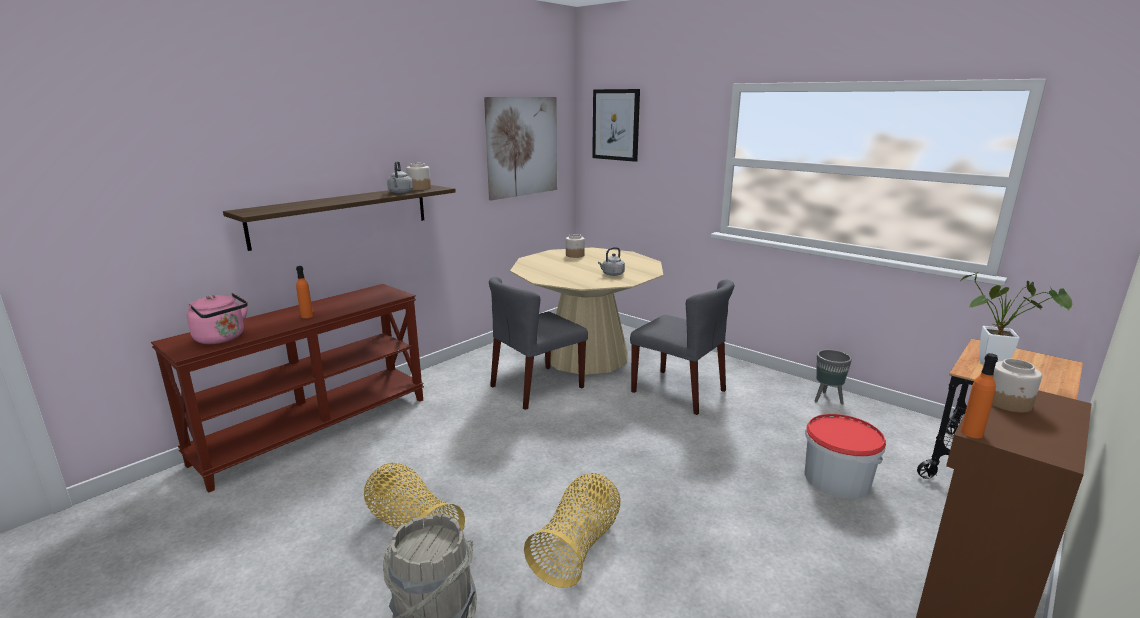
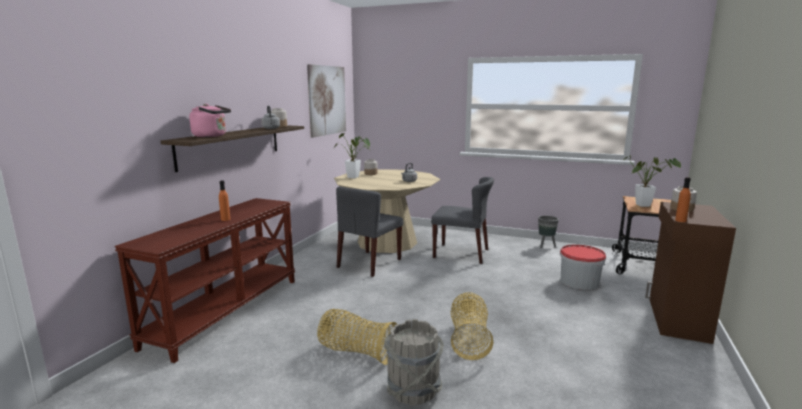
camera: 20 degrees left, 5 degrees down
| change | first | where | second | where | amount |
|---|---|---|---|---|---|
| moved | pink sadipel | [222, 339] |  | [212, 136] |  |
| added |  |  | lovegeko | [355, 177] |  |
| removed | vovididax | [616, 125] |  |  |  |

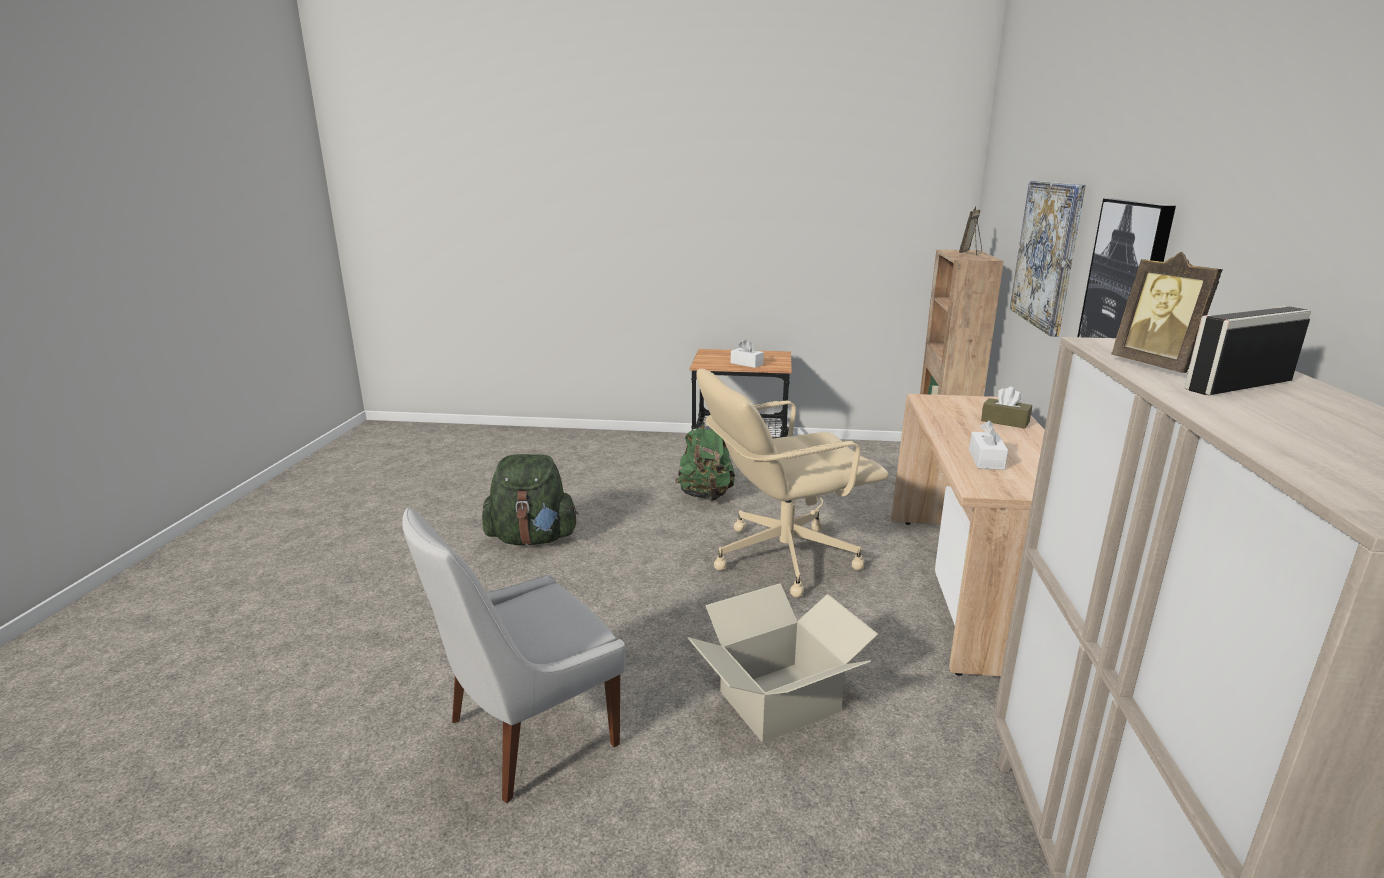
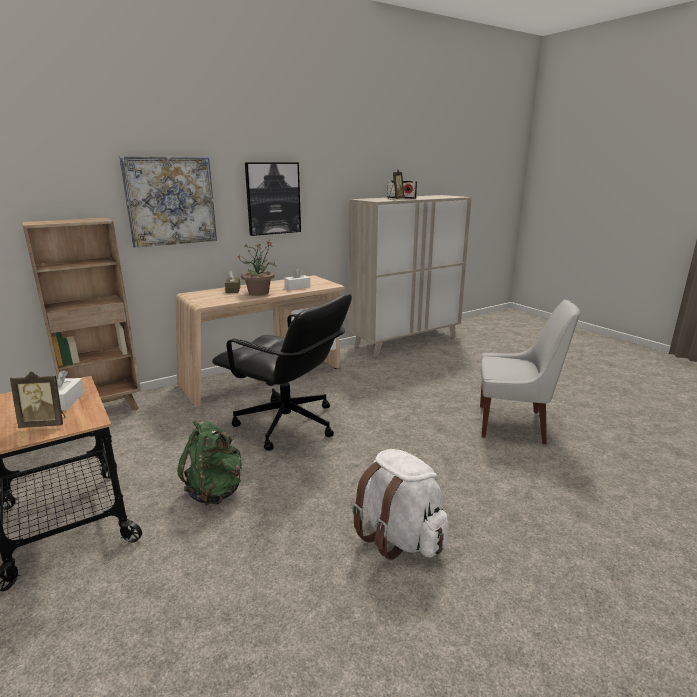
camera: 130 degrees left, 0 degrees up
| change | first | where | second | where | amount |
|---|---|---|---|---|---|
| moved | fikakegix | [970, 254] |  | [45, 424] |  |
| recoloured | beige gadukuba | [782, 557] | black gadukuba | [287, 425] |  |
| added |  |  | lovegeko | [259, 293] |  |
| recoloured | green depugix | [532, 539] | white depugix | [400, 537] |  |
| removed | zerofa | [780, 702] |  |  |  |

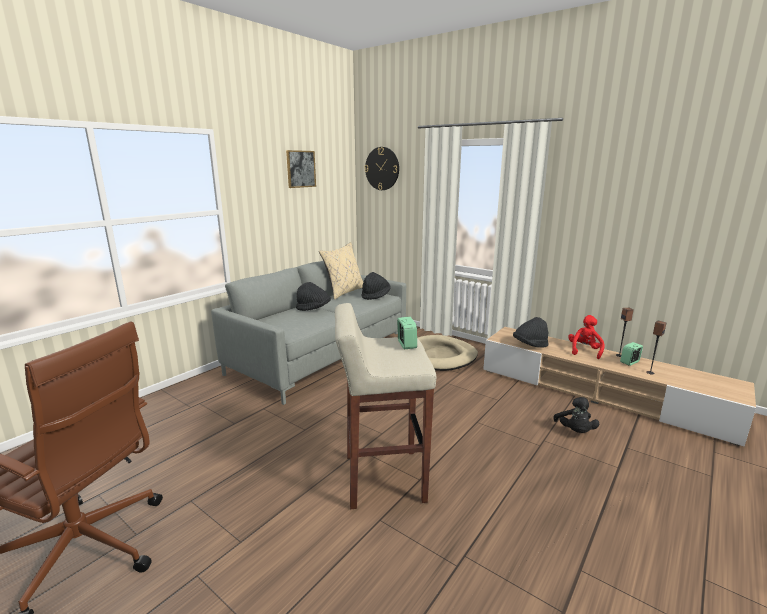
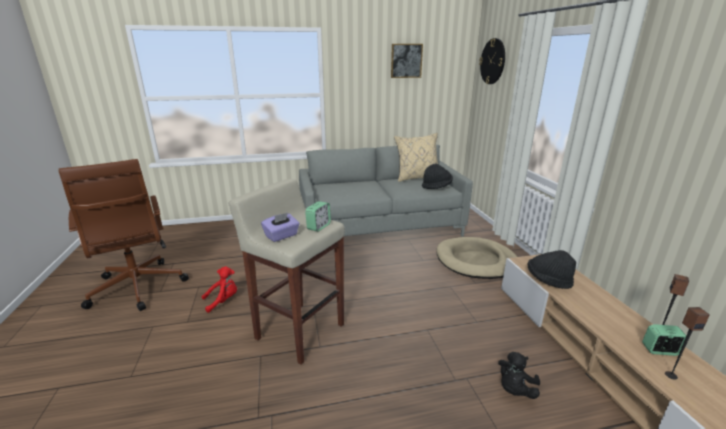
camera: 40 degrees right, 5 degrees up
| change | first | where | second | where | amount |
|---|---|---|---|---|---|
| moved | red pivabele | [584, 351] |  | [223, 300] |  |
| added |  |  | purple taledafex | [281, 236] |  |
| removed | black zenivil | [314, 309] |  |  |  |

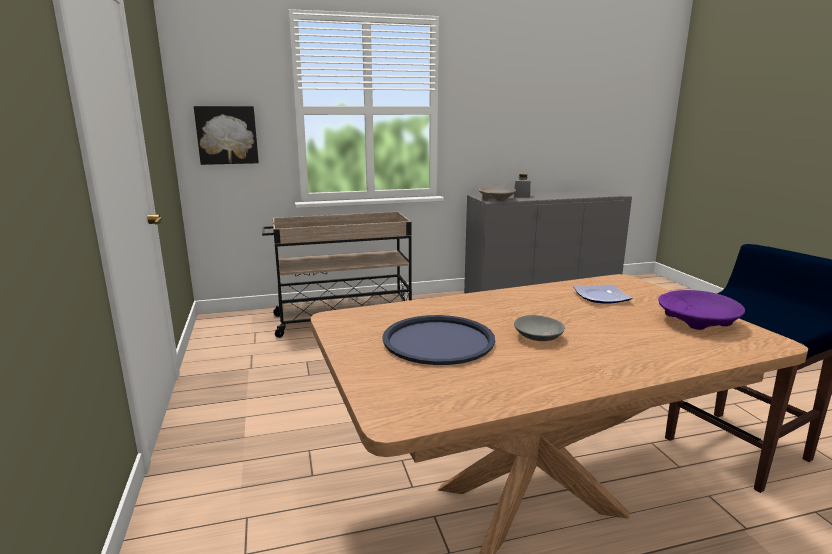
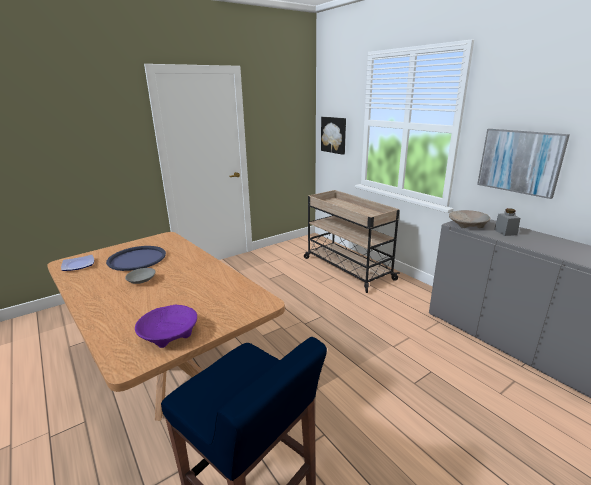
camera: 70 degrees right, 5 degrees up
| change | first | where | second | where | amount |
|---|---|---|---|---|---|
| moved | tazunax | [600, 297] |  | [79, 265] |  |
| added |  |  | vovididax | [519, 161] |  |

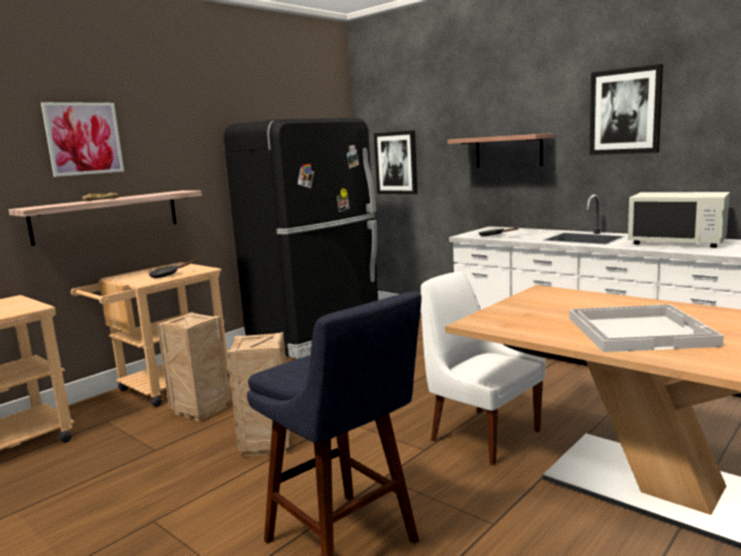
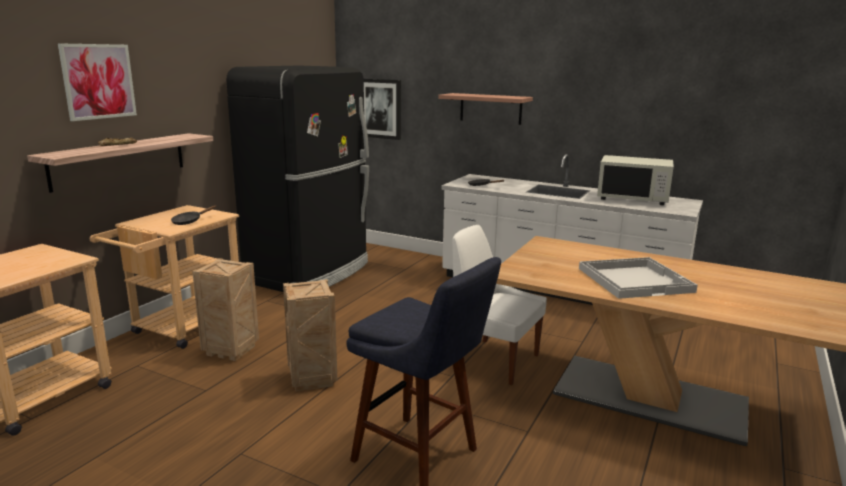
camera: 15 degrees left, 5 degrees up
| change | first | where | second | where | amount |
|---|---|---|---|---|---|
| removed | vovididax | [625, 111] |  |  |  |

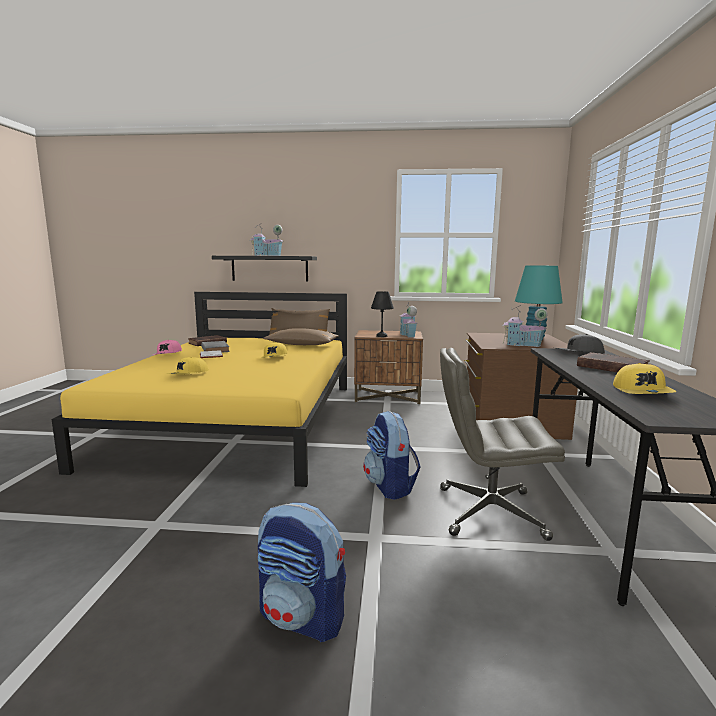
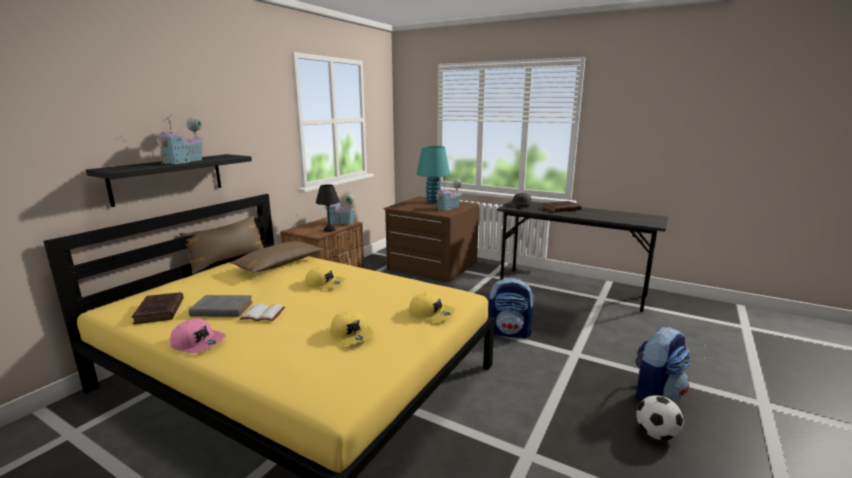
camera: 65 degrees left, 5 degrees up
| change | first | where | second | where | amount |
|---|---|---|---|---|---|
| moved | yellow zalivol | [642, 391] |  | [431, 313] |  |
| added |  |  | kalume | [656, 434] |  |
| removed | grey gadukuba | [488, 512] |  |  |  |

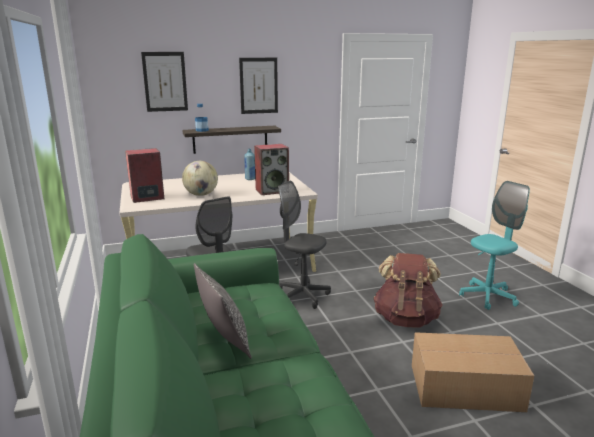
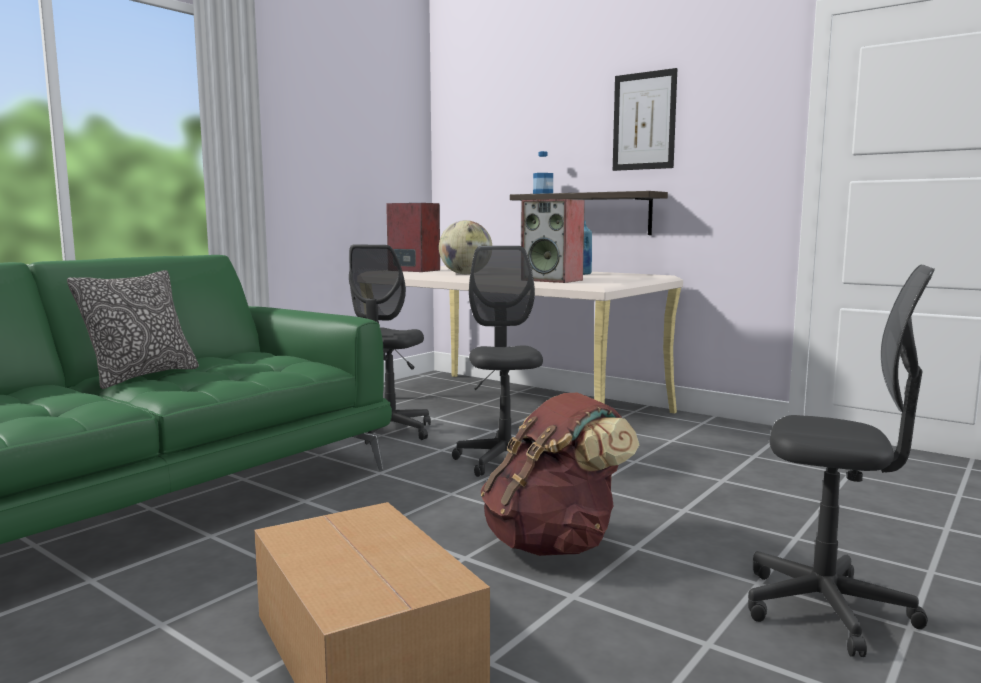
camera: 55 degrees right, 10 degrees down
| change | first | where | second | where | amount |
|---|---|---|---|---|---|
| recoloured | turquoise gadukuba | [487, 297] | grey gadukuba | [826, 609] |  |
| removed | vovididax | [165, 81] |  |  |  |

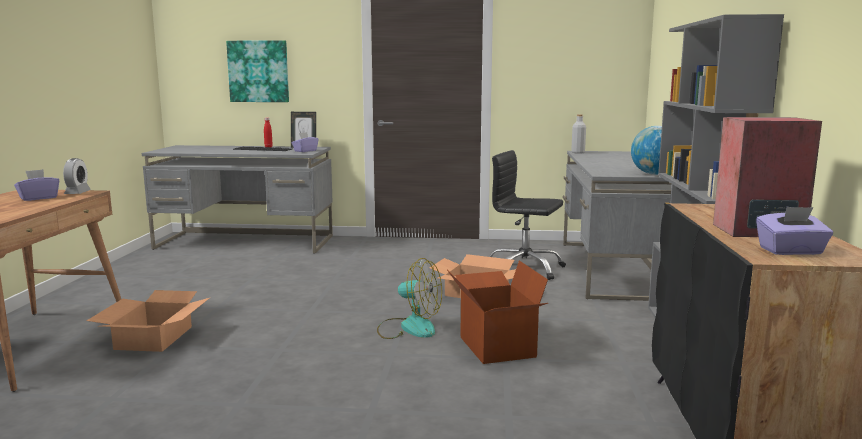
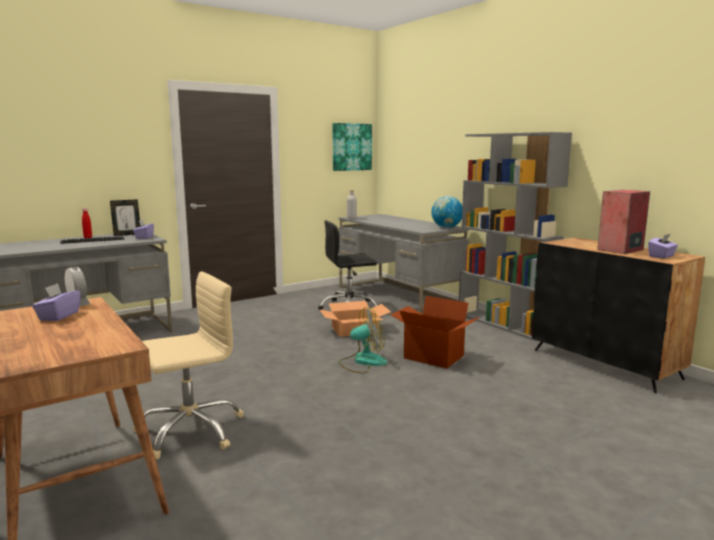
camera: 40 degrees left, 0 degrees up
| change | first | where | second | where | amount |
|---|---|---|---|---|---|
| replaced | zerofa | [153, 338] | beige gadukuba | [190, 430] |  |
| moved | vovididax | [258, 71] |  | [351, 147] |  |

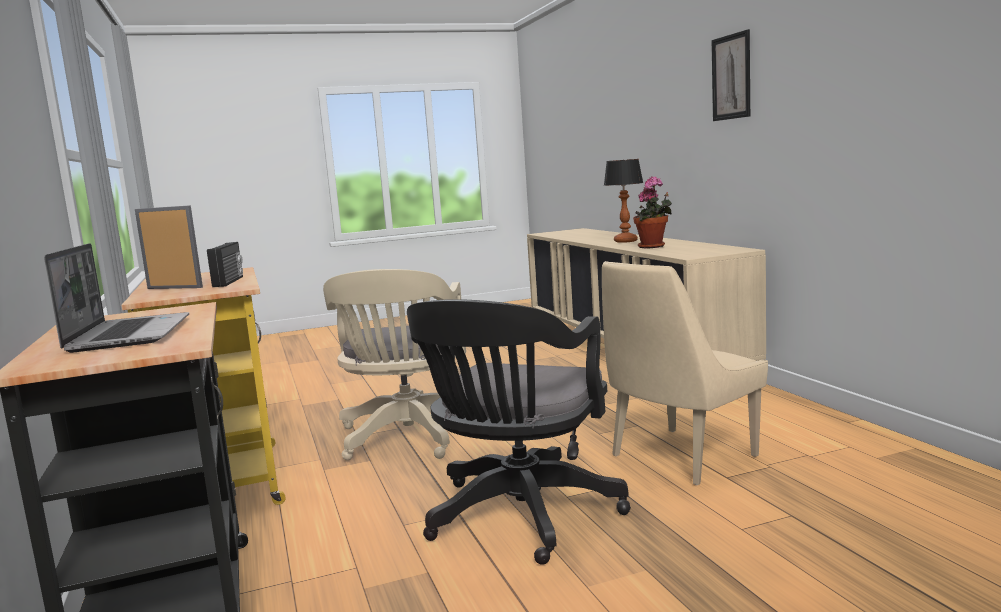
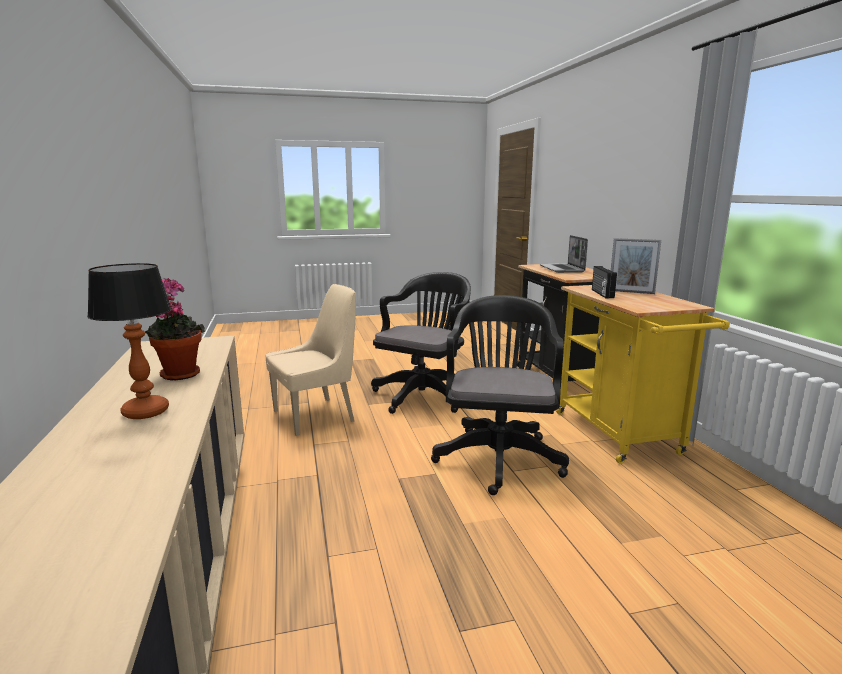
camera: 175 degrees left, 5 degrees up
| change | first | where | second | where | amount |
|---|---|---|---|---|---|
| recoloured | beige gadukuba | [408, 438] | black gadukuba | [499, 456] |  |
| removed | vovididax | [731, 77] |  |  |  |

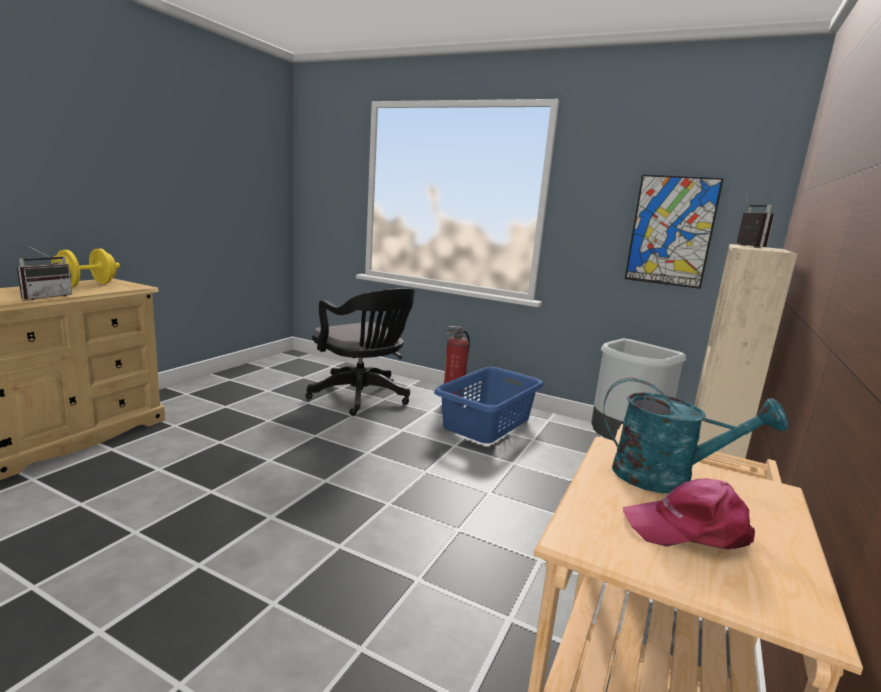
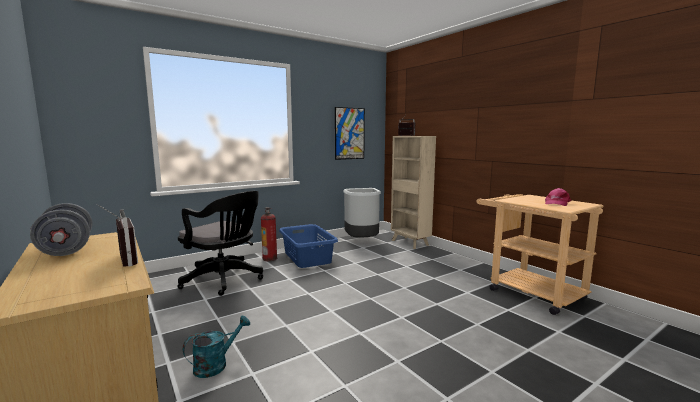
camera: 60 degrees left, 5 degrees down
| change | first | where | second | where | amount |
|---|---|---|---|---|---|
| recoloured | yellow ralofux | [86, 285] | grey ralofux | [66, 249] |  |
| turned | black gadukuba | [362, 398] |  | [225, 280] | 45 degrees clockwise |
| moved | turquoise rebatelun | [667, 478] |  | [216, 364] |  |

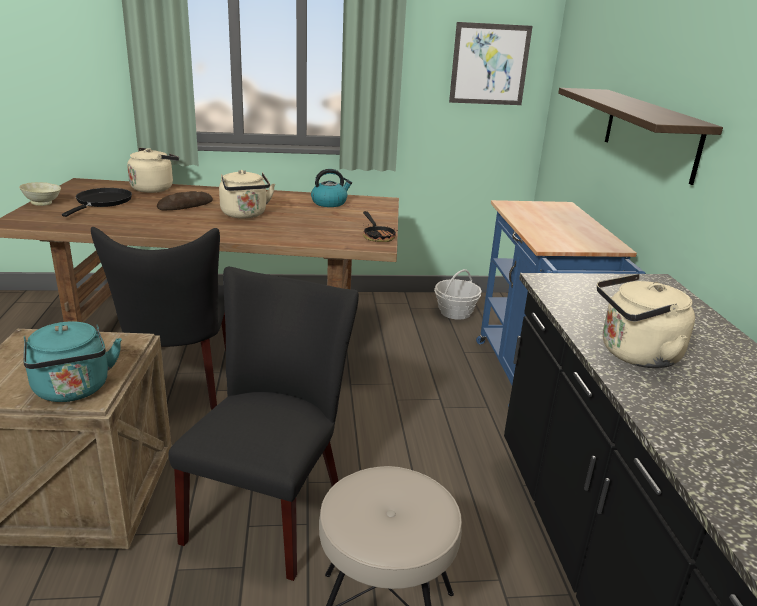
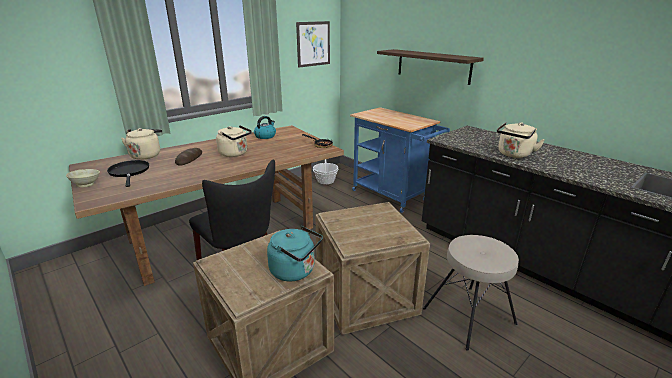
camera: 35 degrees left, 0 degrees up
| change | first | where | second | where | amount |
|---|---|---|---|---|---|
| replaced | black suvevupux | [271, 506] | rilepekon | [366, 297] |  |

